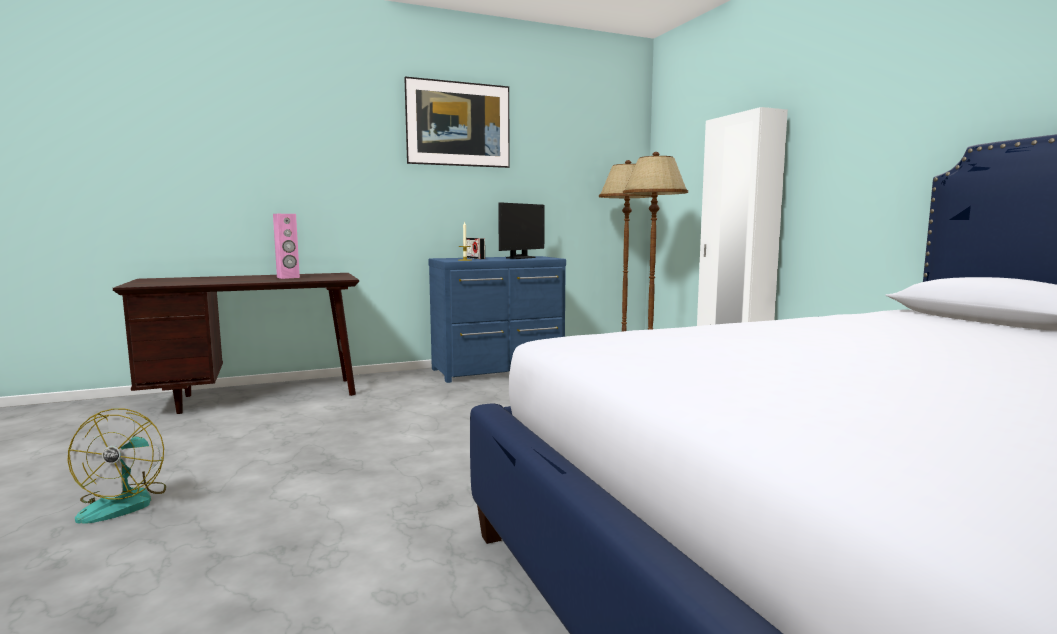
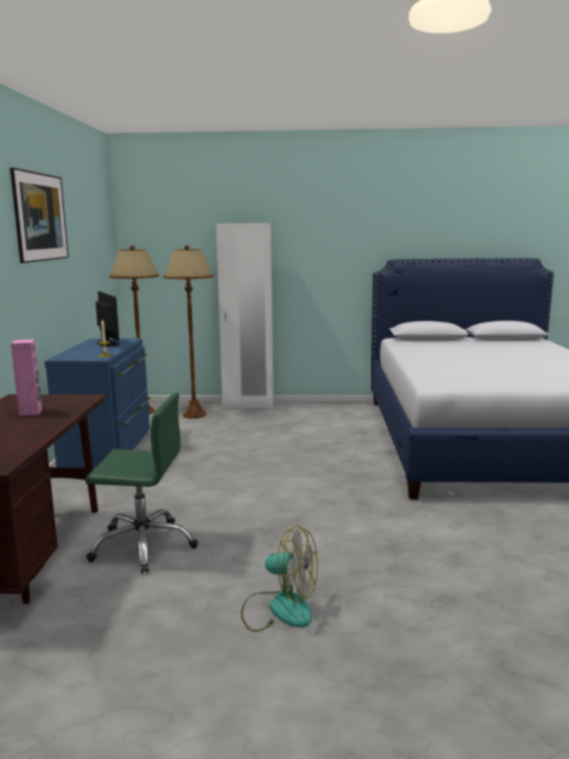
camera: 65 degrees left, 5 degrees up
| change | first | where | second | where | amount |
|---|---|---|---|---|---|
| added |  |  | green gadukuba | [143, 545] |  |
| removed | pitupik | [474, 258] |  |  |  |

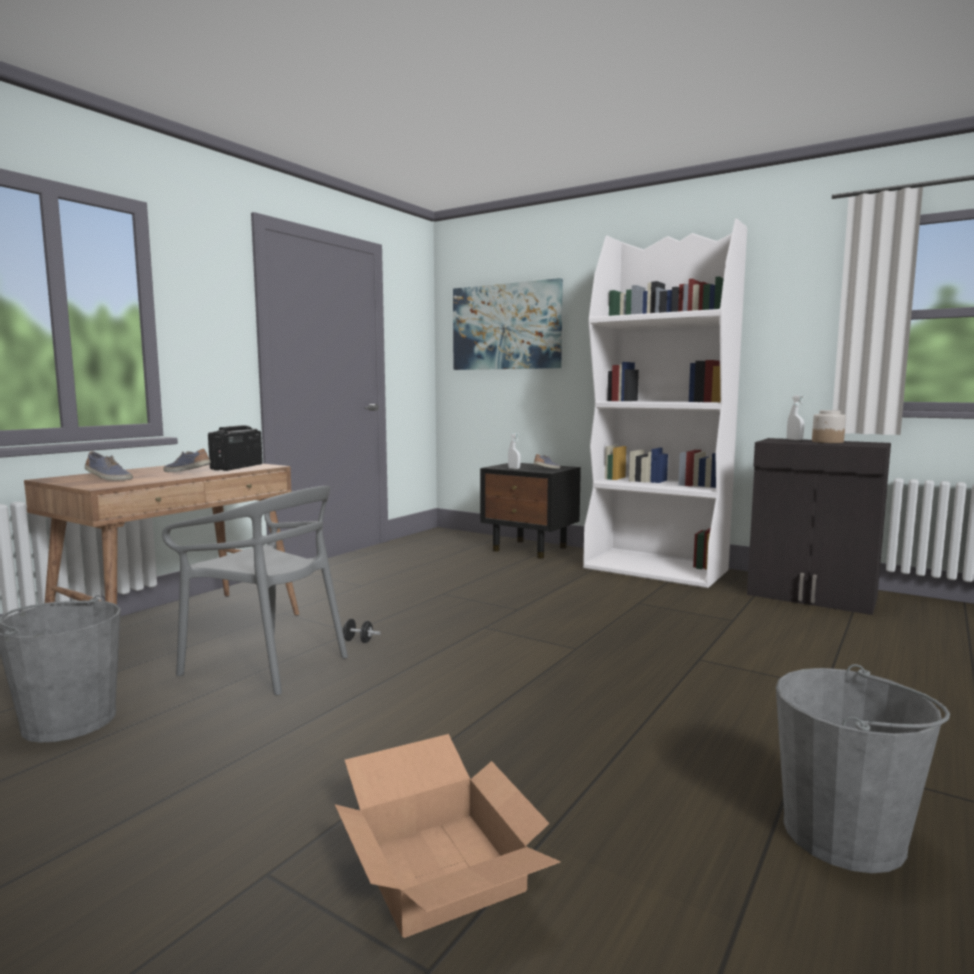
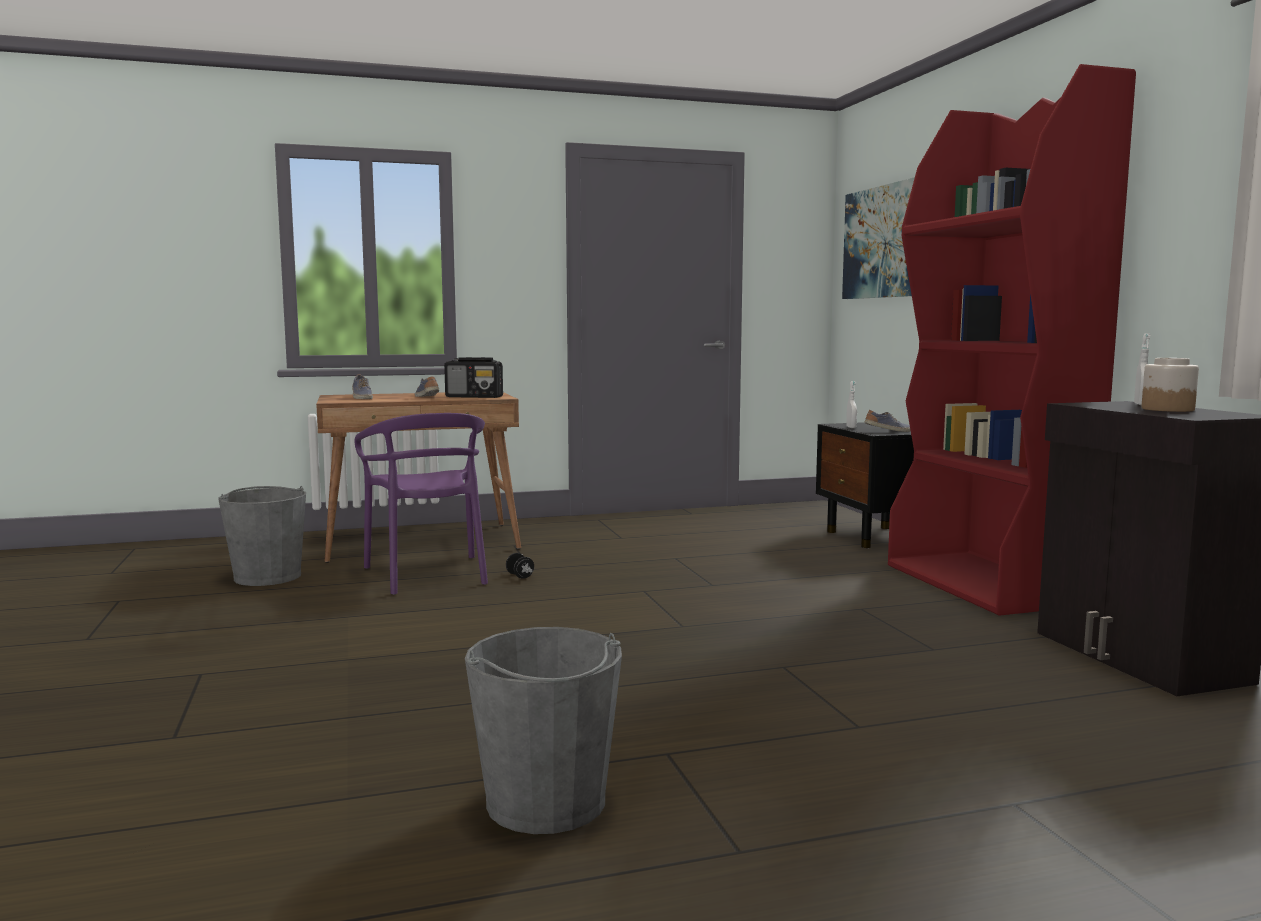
camera: 40 degrees right, 0 degrees up
| change | first | where | second | where | amount |
|---|---|---|---|---|---|
| recoloured | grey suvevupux | [267, 663] | purple suvevupux | [429, 574] |  |
| turned | pitupik | [236, 467] |  | [474, 397] | 135 degrees counterclockwise |
| recoloured | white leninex | [656, 569] | red leninex | [985, 584] |  |
| removed | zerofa | [443, 870] |  |  |  |

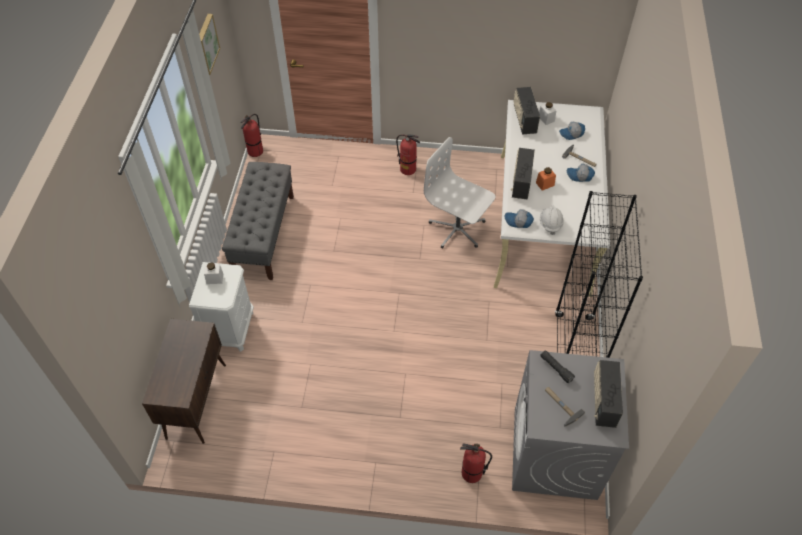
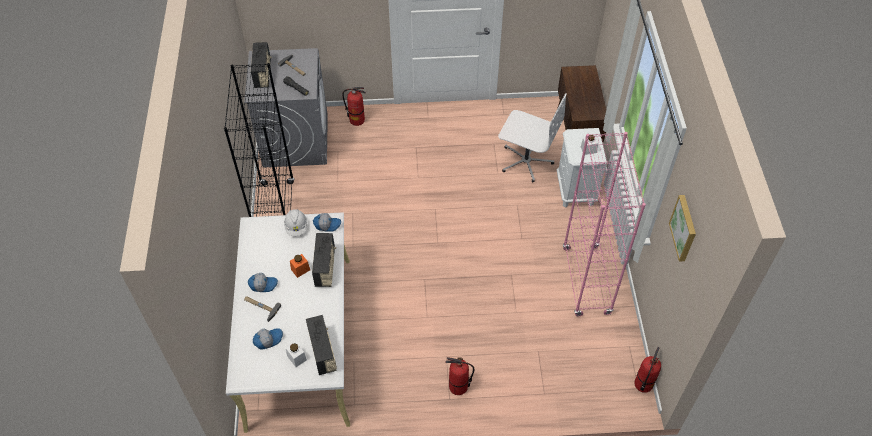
camera: 170 degrees right, 0 degrees up
| change | first | where | second | where | amount |
|---|---|---|---|---|---|
| moved | white gadukuba | [457, 229] |  | [526, 161] |  |
| replaced | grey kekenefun | [264, 235] | pink leninex | [586, 281] |  |

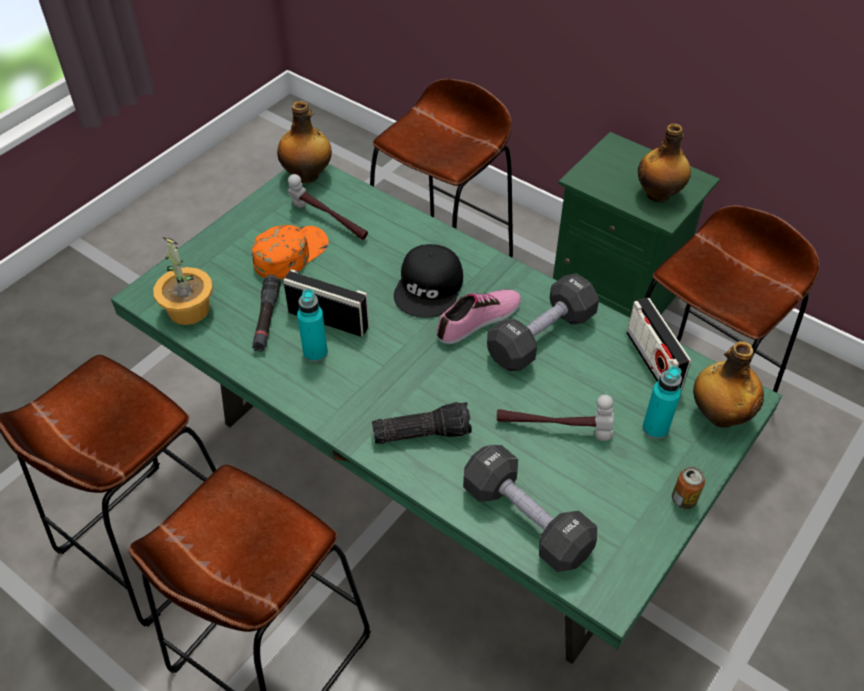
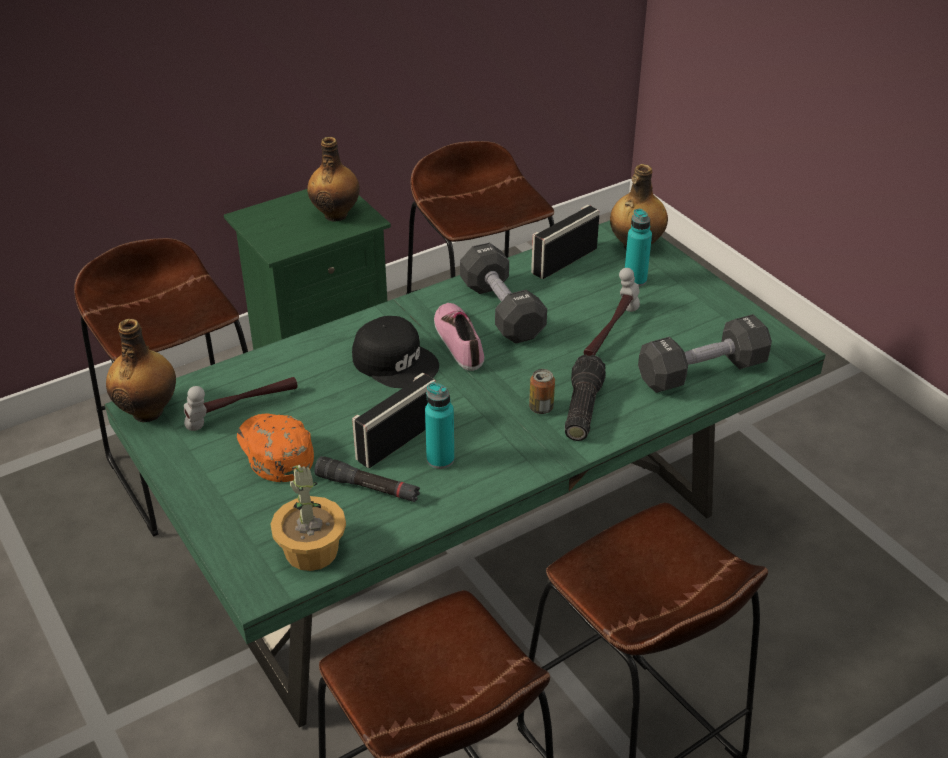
camera: 70 degrees left, 10 degrees down
| change | first | where | second | where | amount |
|---|---|---|---|---|---|
| moved | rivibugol | [684, 499] |  | [541, 408] |  |
| turned | pitupik | [653, 362] |  | [564, 261] | 135 degrees clockwise |

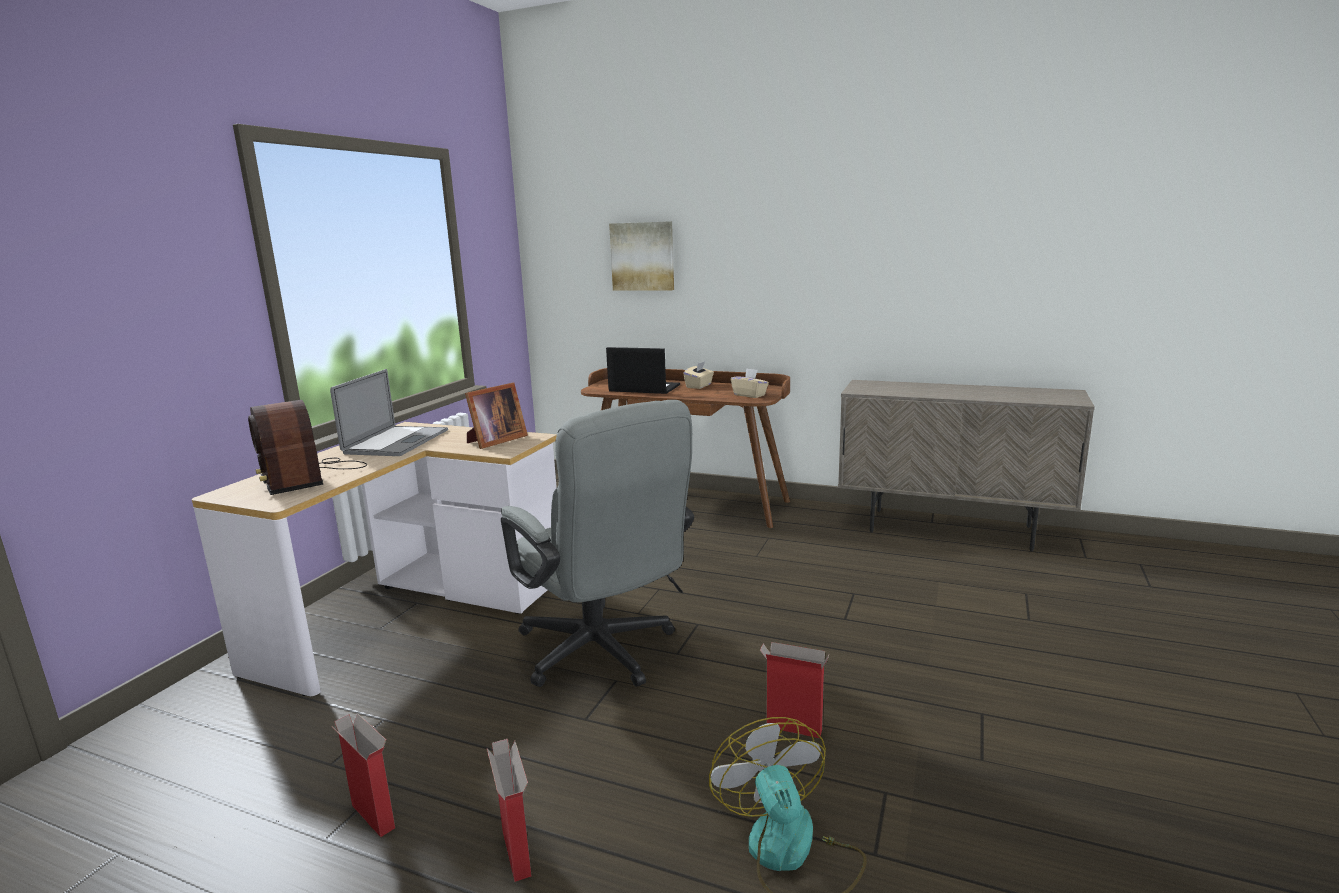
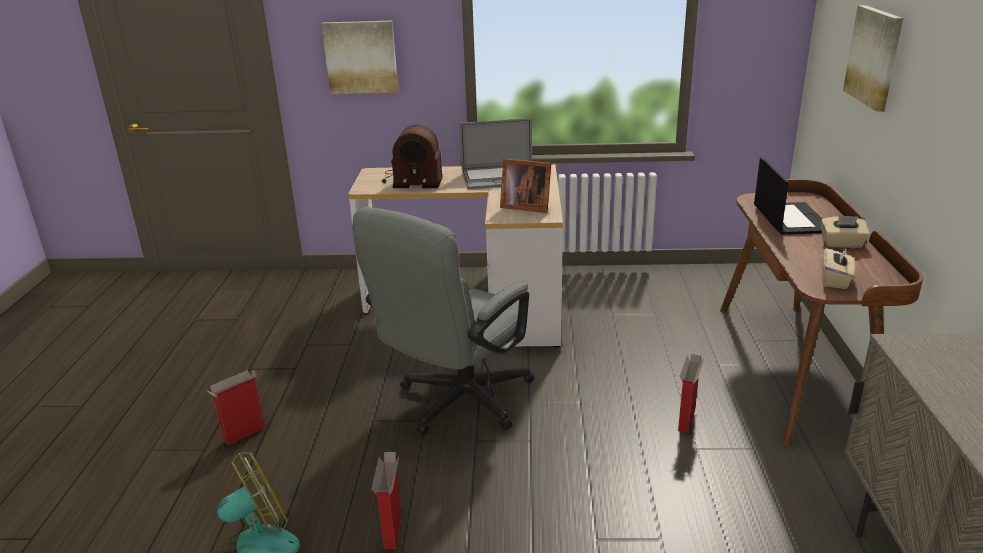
camera: 70 degrees right, 10 degrees up
| change | first | where | second | where | amount |
|---|---|---|---|---|---|
| added |  |  | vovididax | [361, 57] |  |
| turned | pitupik | [308, 476] |  | [412, 180] | 120 degrees counterclockwise |
| moved | zerofa | [374, 817] |  | [686, 421] |  |

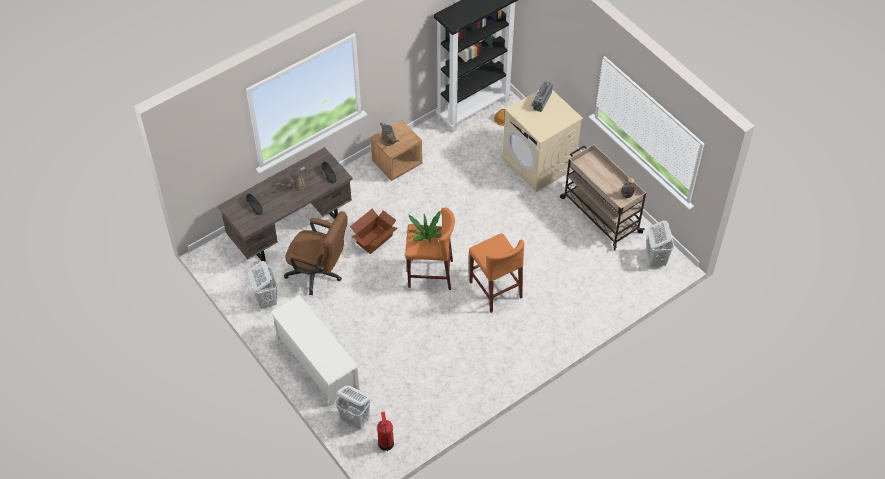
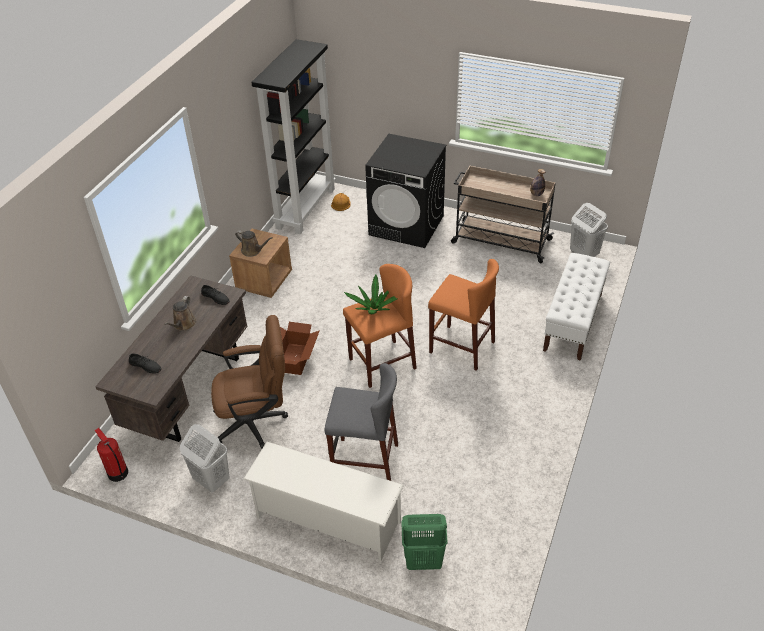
camera: 30 degrees left, 10 degrees down
| change | first | where | second | where | amount |
|---|---|---|---|---|---|
| moved | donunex | [386, 443] |  | [117, 473] |  |
| added |  |  | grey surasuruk | [365, 461] |  |
| recoloured | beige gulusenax | [539, 164] | black gulusenax | [407, 225] |  |
| recoloured | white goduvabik | [355, 420] | green goduvabik | [424, 561] |  |
| added |  |  | white kekenefun | [573, 322] |  |
| removed | pitupik | [540, 100] |  |  |  |

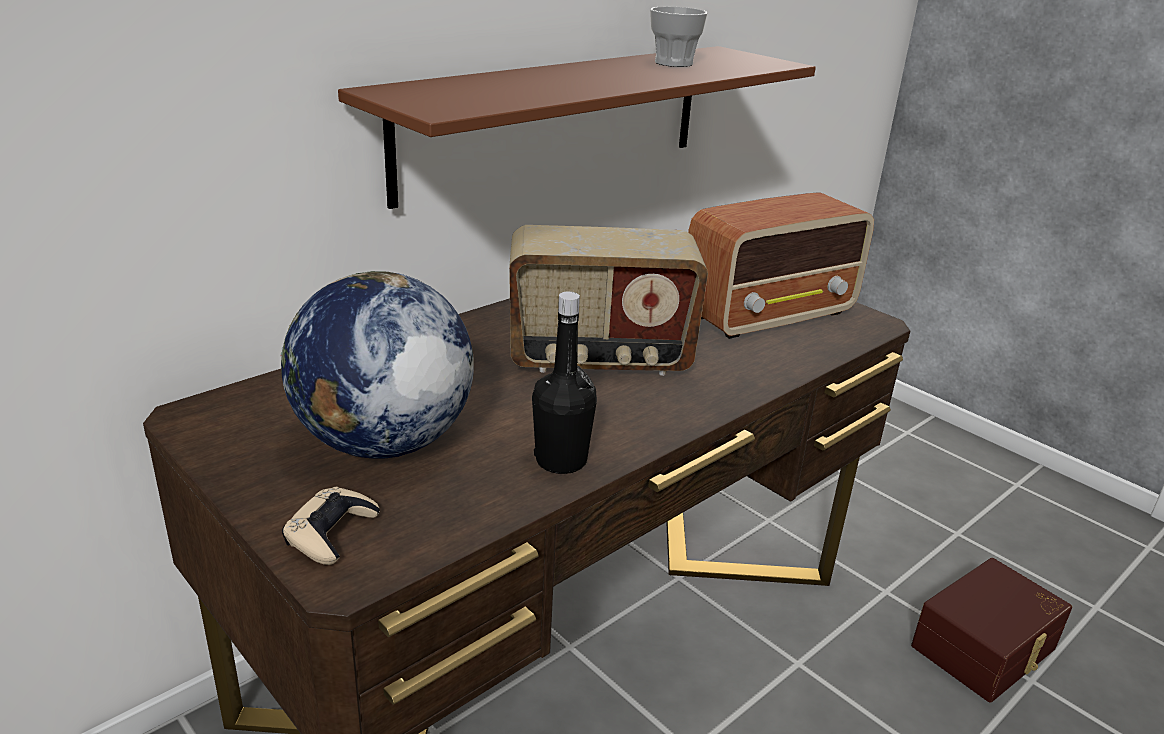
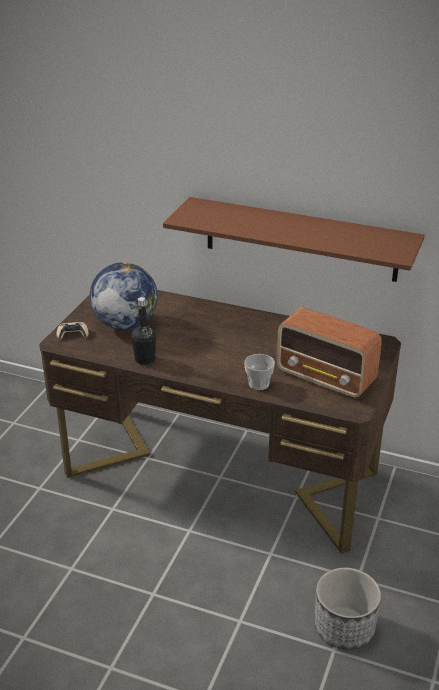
camera: 65 degrees right, 5 degrees up
| change | first | where | second | where | amount |
|---|---|---|---|---|---|
| moved | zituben | [673, 63] |  | [258, 384] |  |
| replaced | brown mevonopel | [986, 649] | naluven | [344, 628] |  |
| removed | pitupik | [599, 359] |  |  |  |

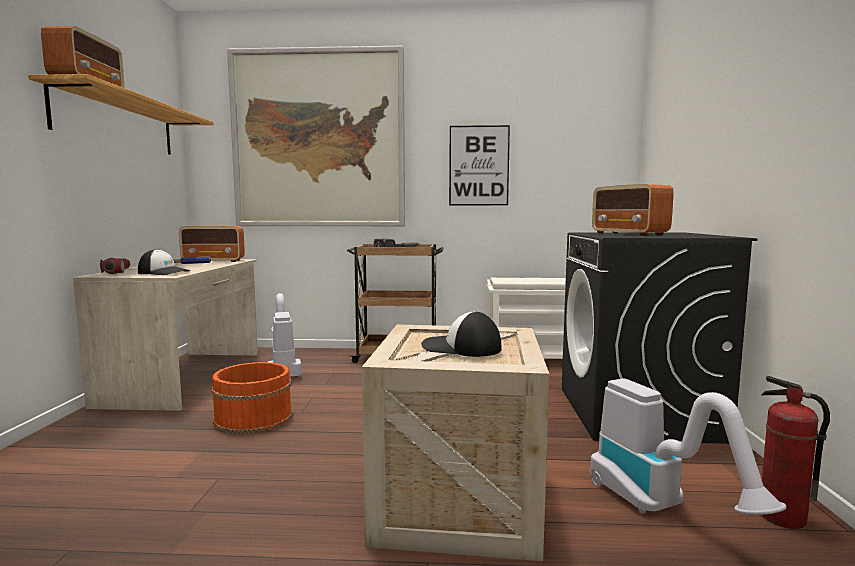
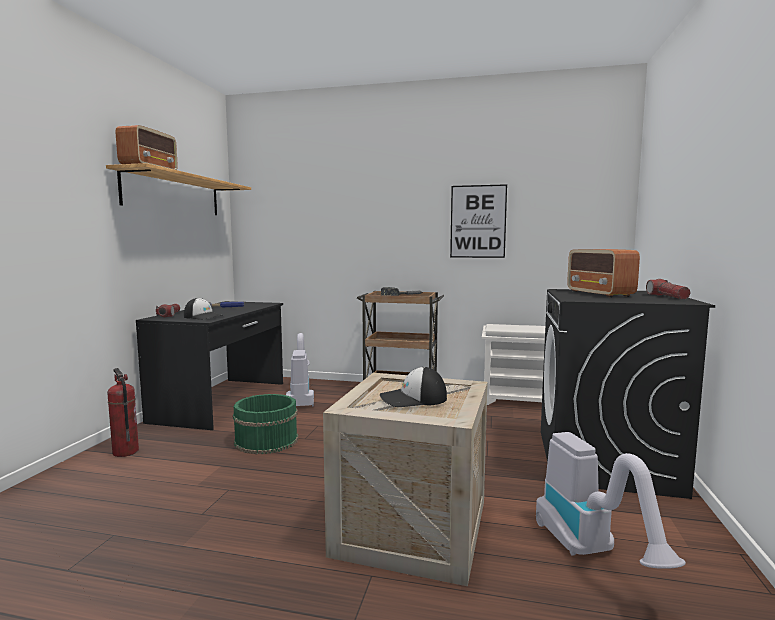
camera: 10 degrees right, 0 degrees up
| change | first | where | second | where | amount |
|---|---|---|---|---|---|
| moved | donunex | [781, 517] |  | [125, 452] |  |
| recoloured | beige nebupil | [187, 377] | black nebupil | [223, 401] |  |
| recoloured | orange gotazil | [253, 418] | green gotazil | [266, 441] |  |
| turned | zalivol | [460, 348] |  | [413, 399] | 45 degrees counterclockwise |
| added |  |  | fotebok | [667, 297] |  |
| removed | pitupik | [214, 261] |  |  |  |
| removed | vovididax | [319, 140] |  |  |  |

